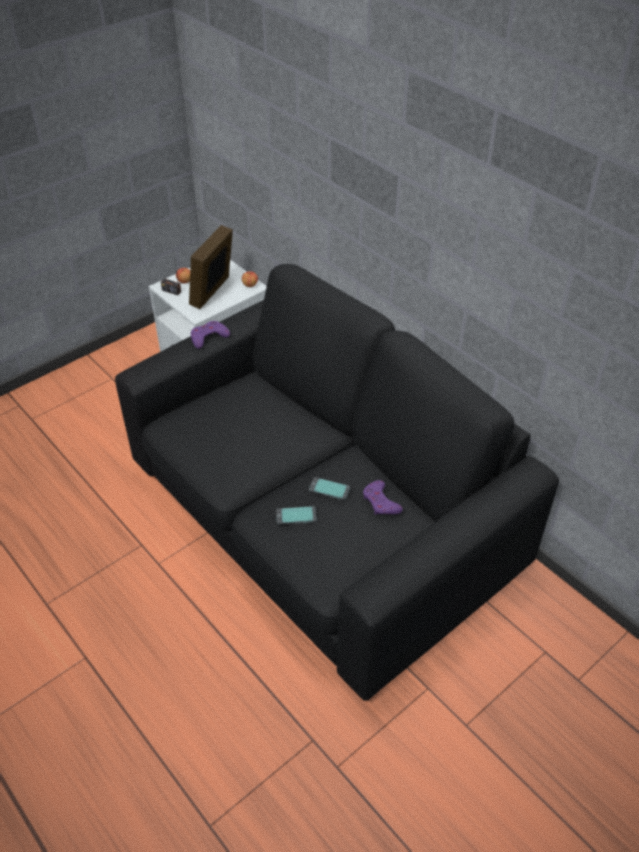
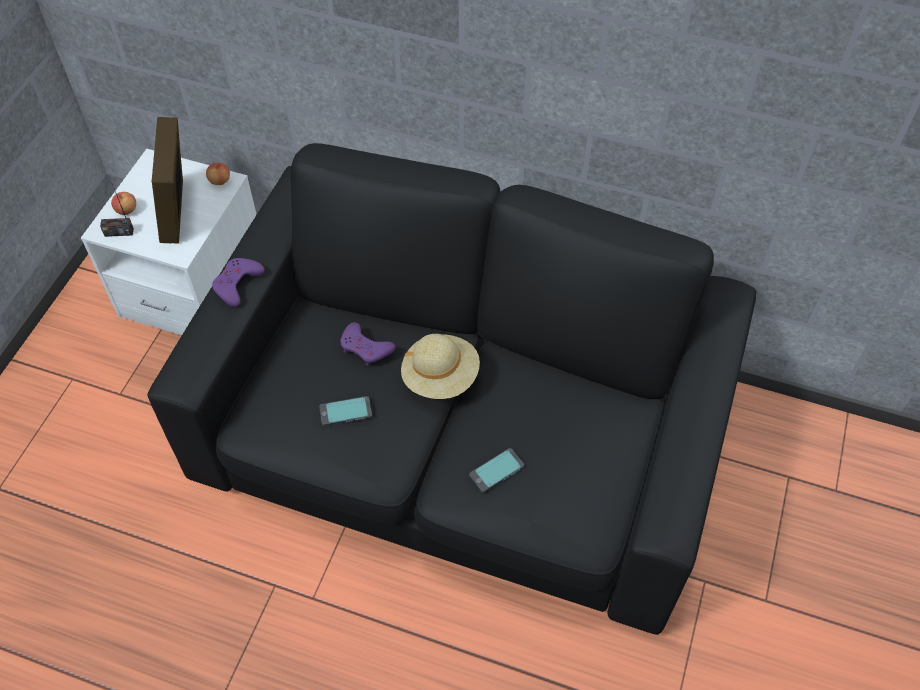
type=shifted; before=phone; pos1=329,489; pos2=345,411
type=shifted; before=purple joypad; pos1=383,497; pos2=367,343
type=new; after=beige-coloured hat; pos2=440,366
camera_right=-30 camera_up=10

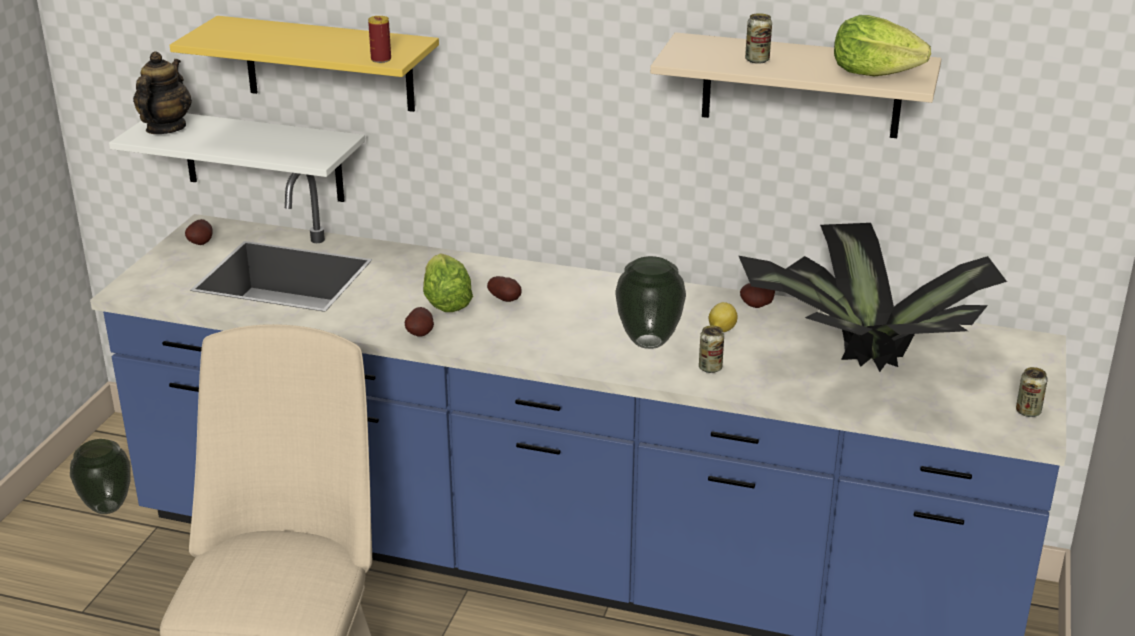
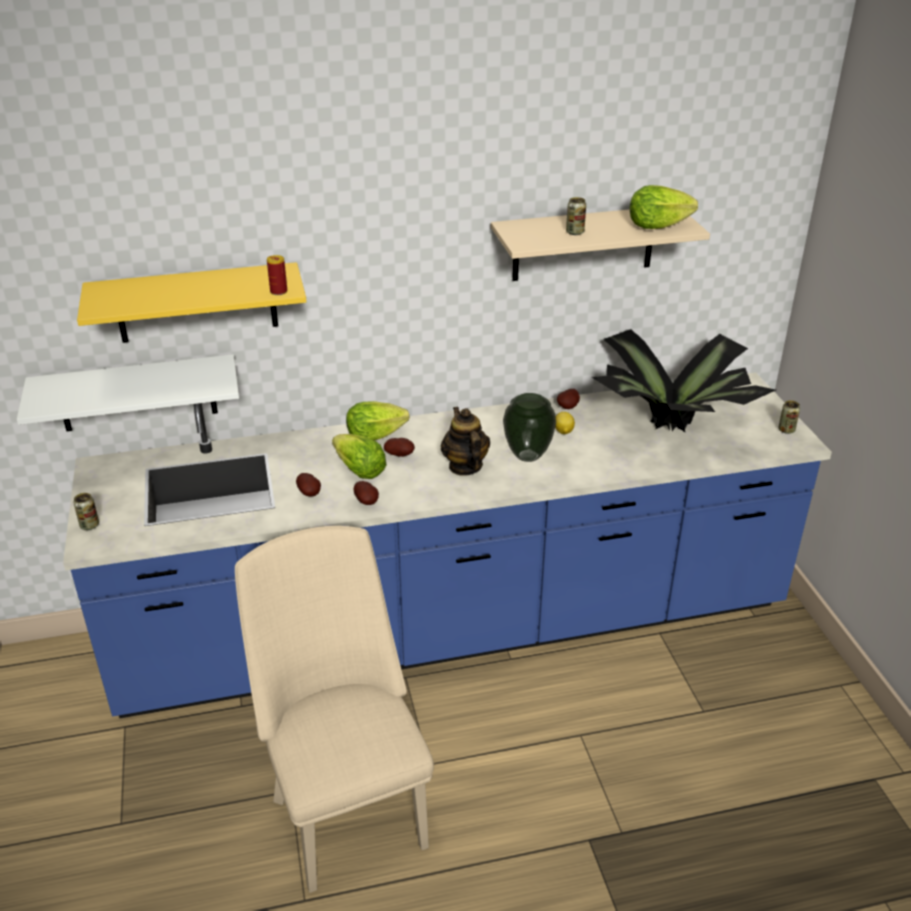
type=shifted; before=pot for tea; pos1=162,92; pos2=465,441
type=shifted; before=spud; pos1=199,232; pos2=308,484
type=shifted; before=can; pos1=711,349; pos2=86,511
type=gone; before=decorative vase; pos1=100,476
type=new; after=lettuce; pos2=377,420
camera_right=-30 camera_up=5

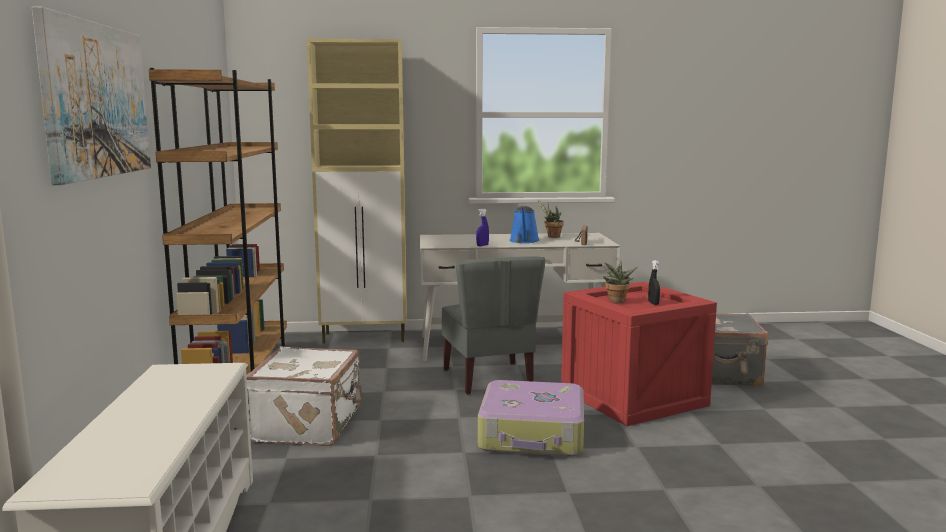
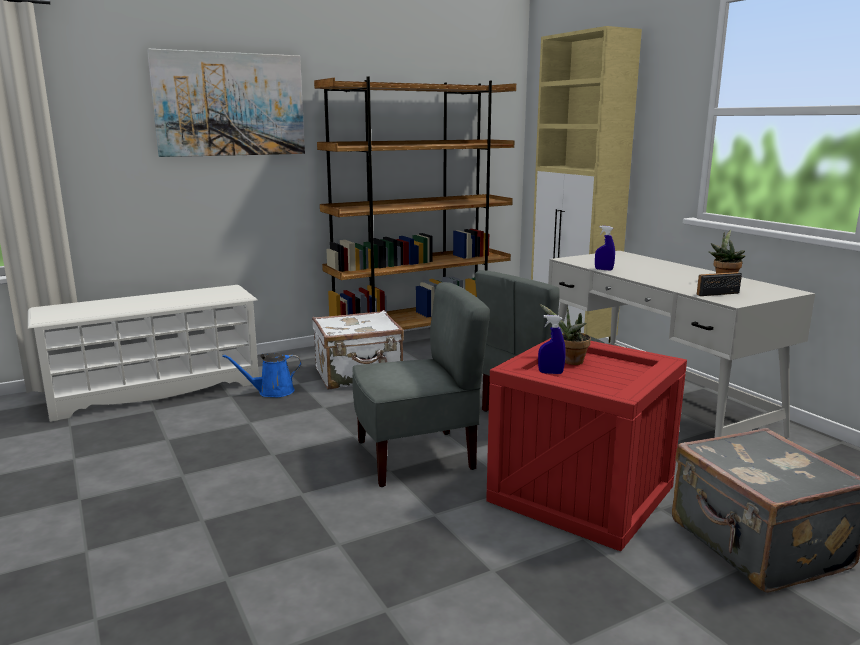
type=shifted; before=blue watering can; pos1=524,224; pos2=261,375
type=gone; before=black sprayer; pos1=654,282
type=swapped; before=piece of luggage; after=gray plain chair; pos1=531,418; pos2=421,384
type=new; after=blue sprayer; pos2=552,344
camera_right=65 camera_up=5

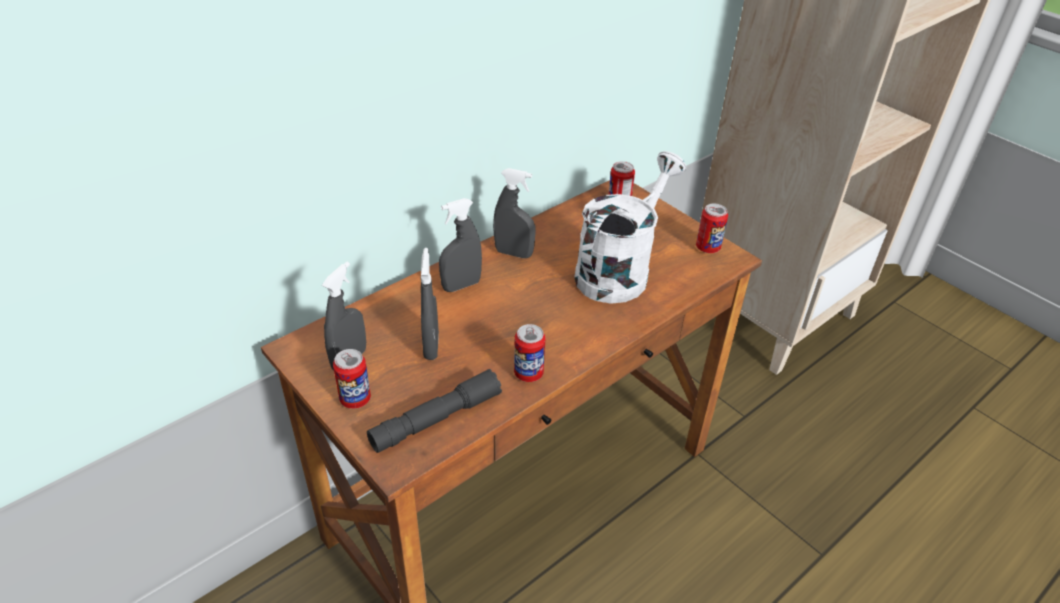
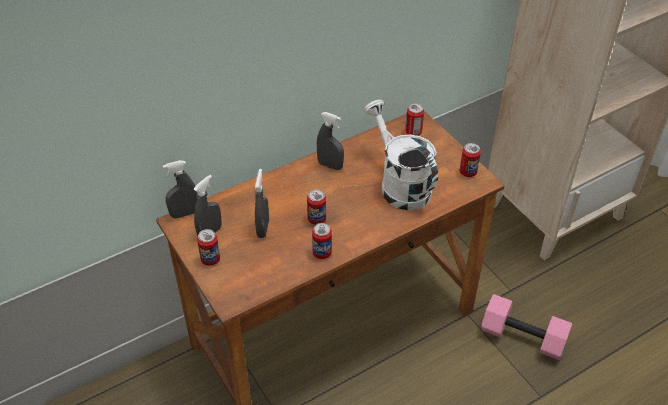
type=rotated; before=whitish watering can; pos1=630,227; pos2=401,155; turn=-75
type=shifted; before=gray sprayer; pos1=460,245; pos2=180,189
type=gone; before=gray hand torch; pos1=434,411
type=new; after=can; pos2=316,207
type=new; after=pink-coloured dumbbell; pos2=526,327
camera_right=10 camera_up=5

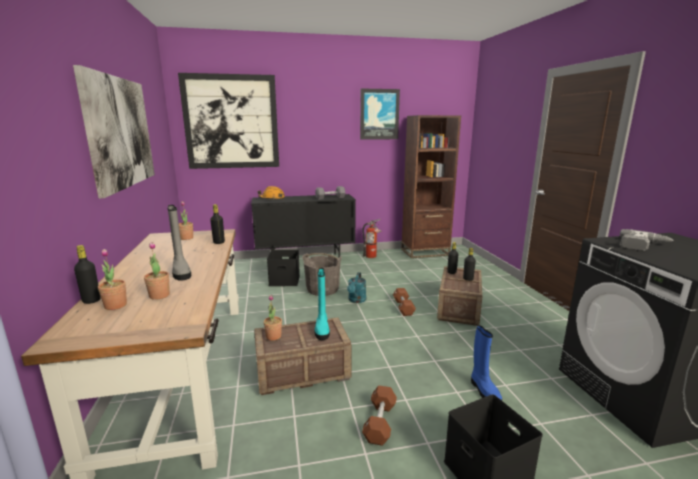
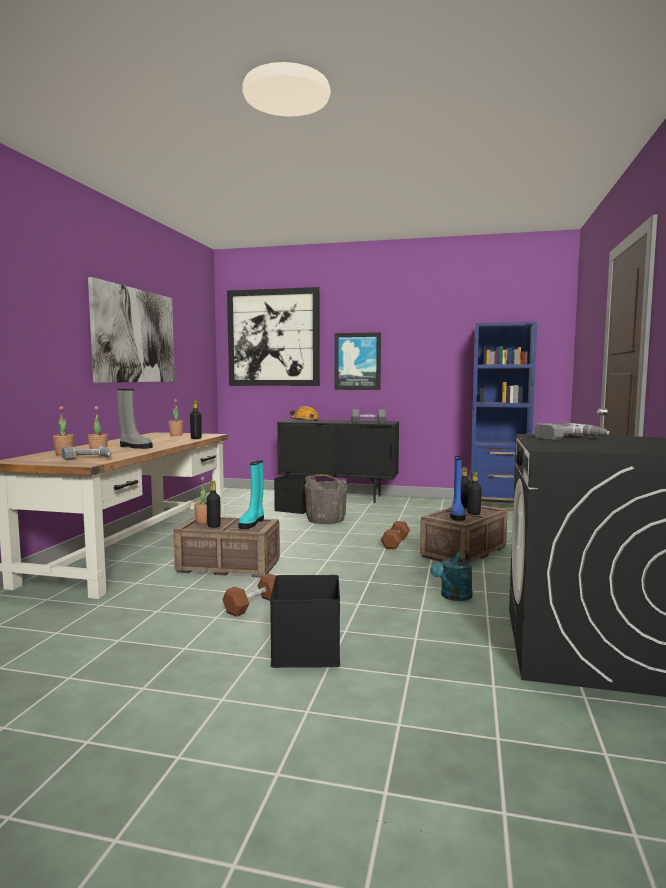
type=shifted; before=wall picture; pos1=380,114; pos2=358,361
type=repainted; before=brownish shelving unit; after=blue shelving unit; pos1=431,186; pos2=503,416
type=rotated; before=gray boot; pos1=179,243; pos2=135,419; turn=-60
type=gone; before=extinguisher; pos1=372,238
type=shifted; before=black beverage bottle; pos1=87,274; pos2=213,504
type=shifted; before=blue-green watering can; pos1=356,287; pos2=451,575
type=shifted; before=blue boot; pos1=486,362; pos2=458,488
type=new; after=electric drill; pos2=87,453
camera_right=25 camera_up=-10

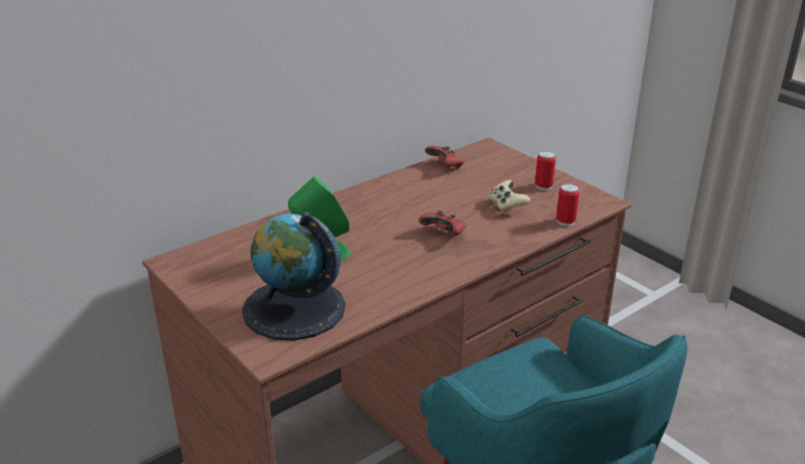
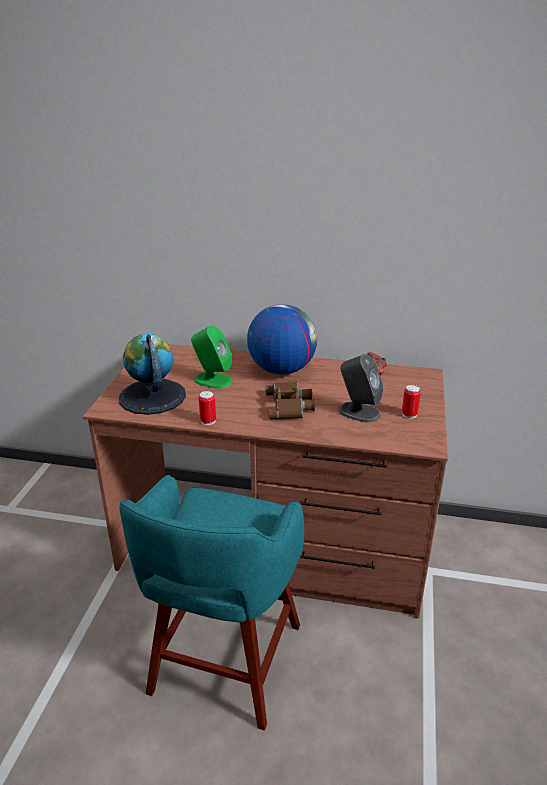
type=swapped; before=beige-coloured joypad; after=gray loudspeaker; pos1=509,197; pos2=360,388
type=shifted; before=can; pos1=567,205; pos2=207,408
type=swapped; before=reddish joypad; after=brownish binoculars; pos1=442,223; pos2=290,401
type=new; after=globe; pos2=282,339
camera_right=50 camera_up=0

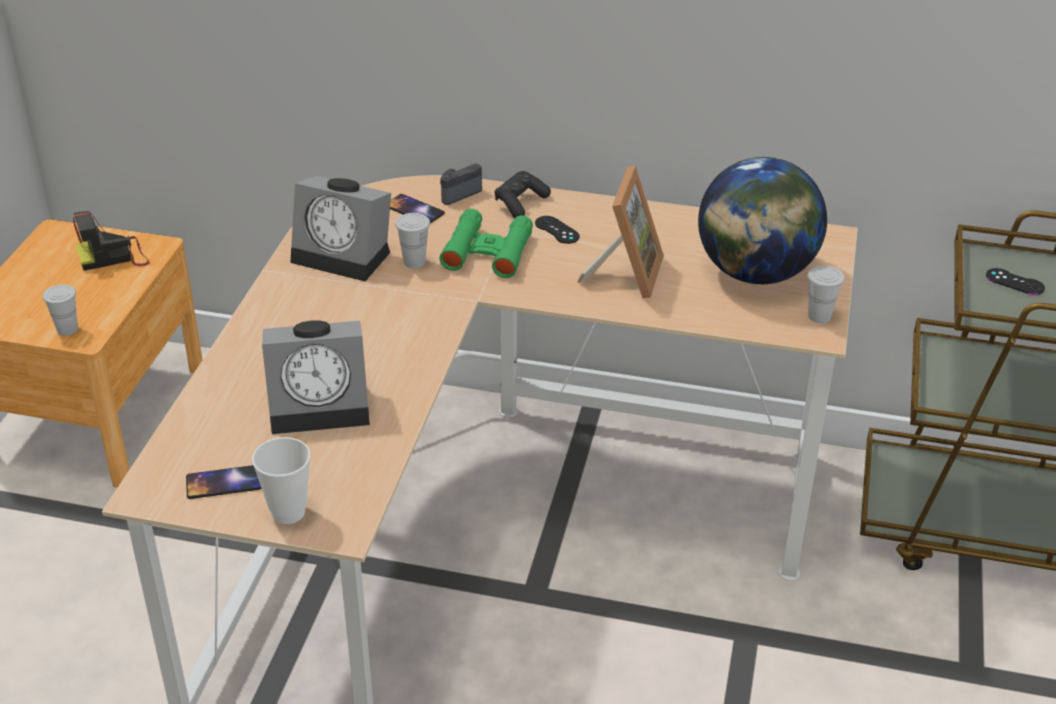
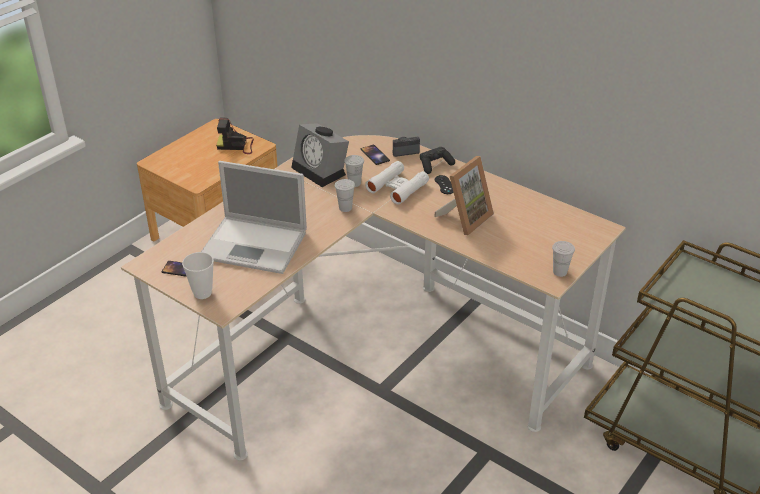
type=gone; before=globe; pos1=762,220
type=repainted; before=greenish binoculars; after=whitish binoculars; pos1=486,243; pos2=397,183
type=gone; before=black joypad; pos1=1015,281
type=shifted; before=whitish small cup; pos1=60,310; pos2=345,195
type=swapped; before=alarm clock; after=notebook computer; pos1=316,377; pos2=254,217
camera_right=25 camera_up=0

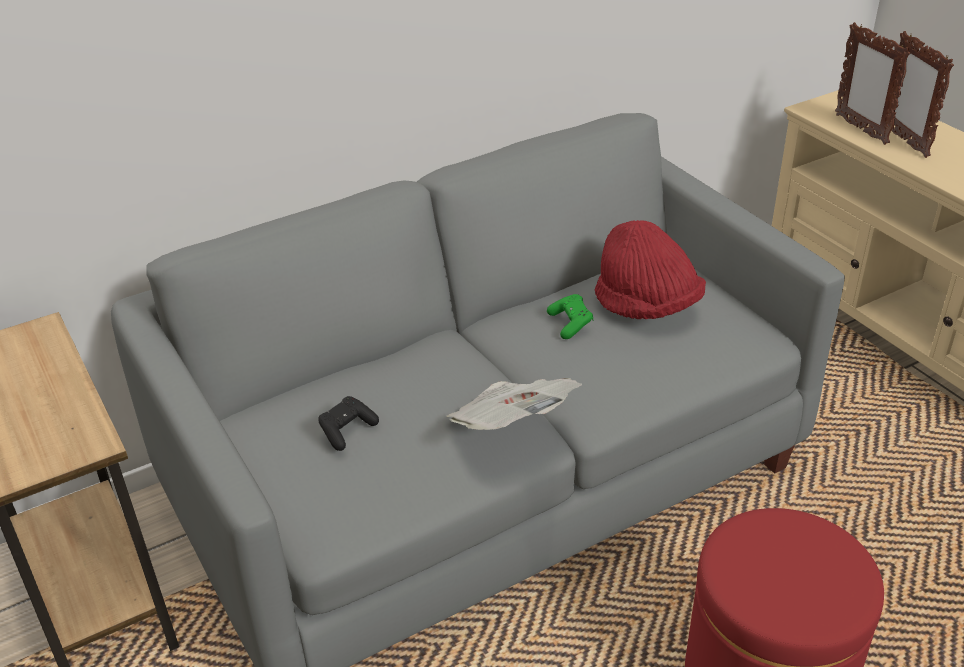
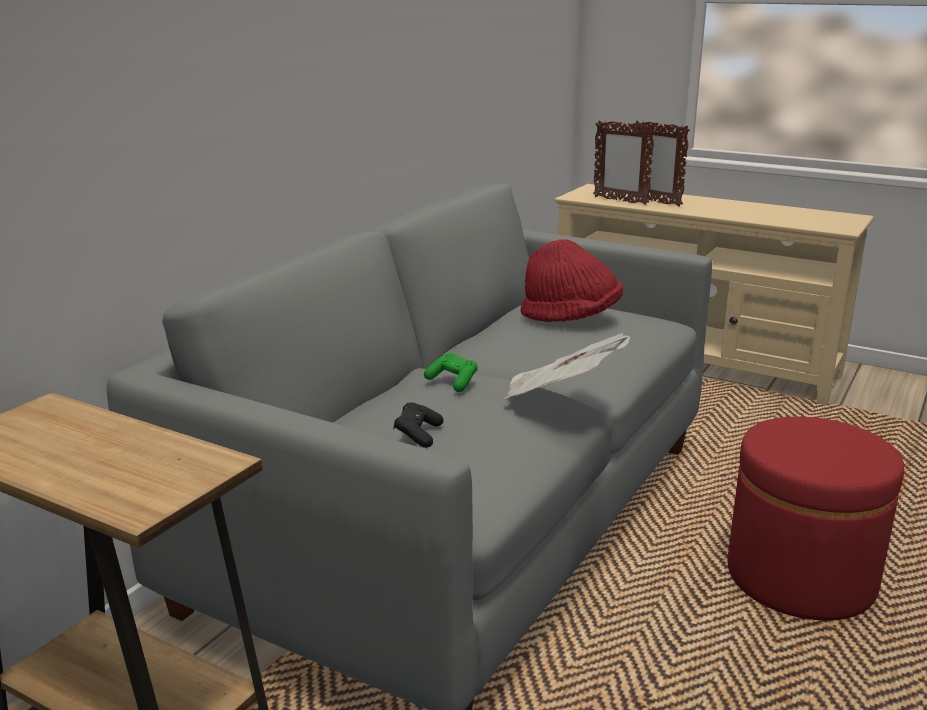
type=shifted; before=greenish joypad; pos1=570,316; pos2=451,372
camera_right=-30 camera_up=-15

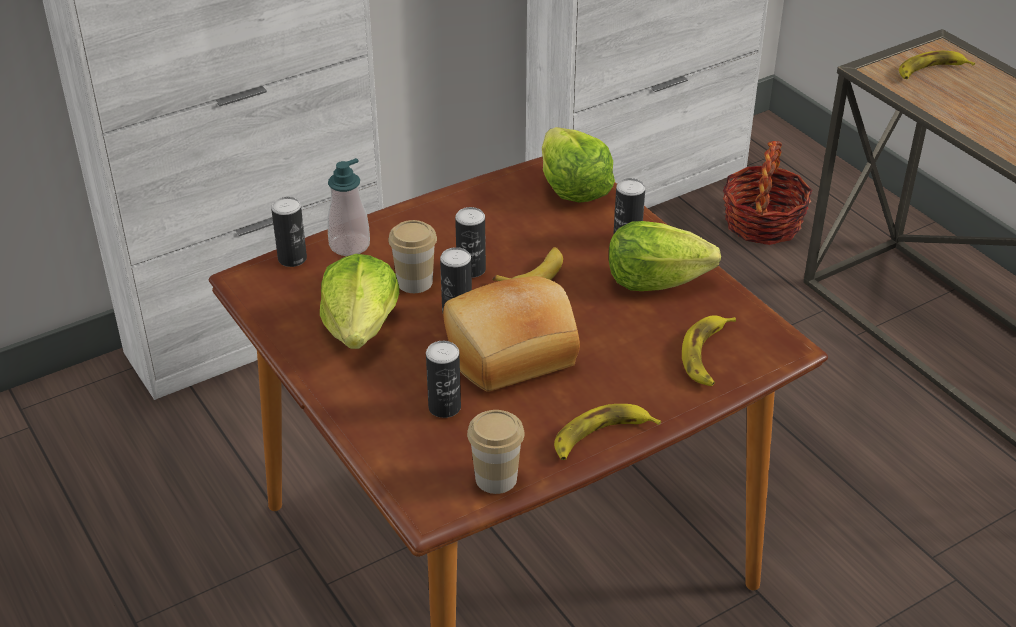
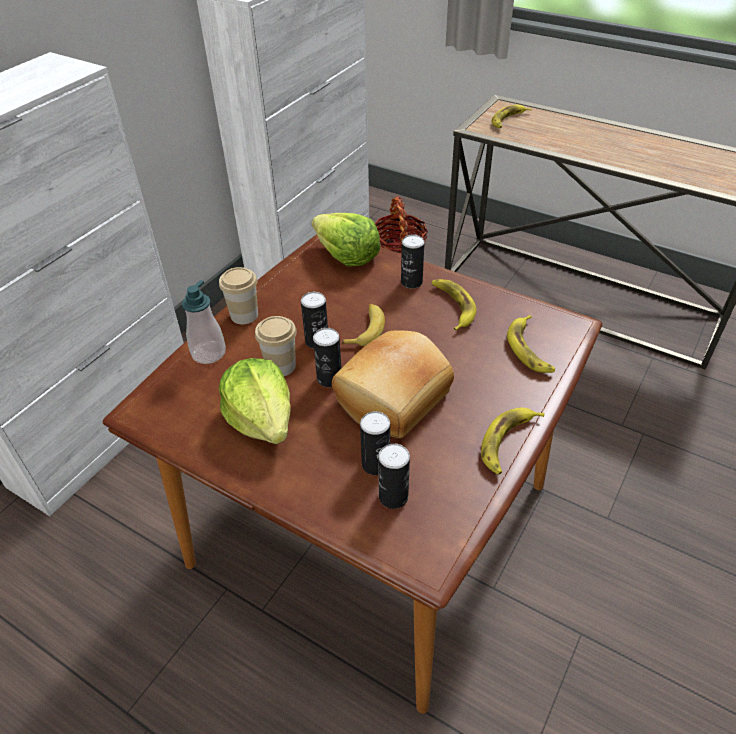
type=shifted; before=can; pos1=289,232; pos2=394,476
type=swapped; before=lettuce; after=banana; pos1=665,256; pos2=454,304
type=shifted; before=small cup; pos1=496,452; pos2=238,295
camera_right=-25 camera_up=5

